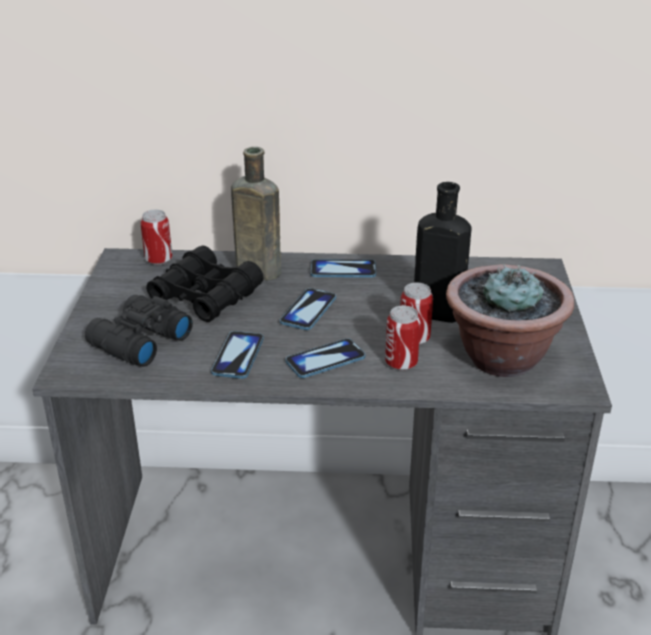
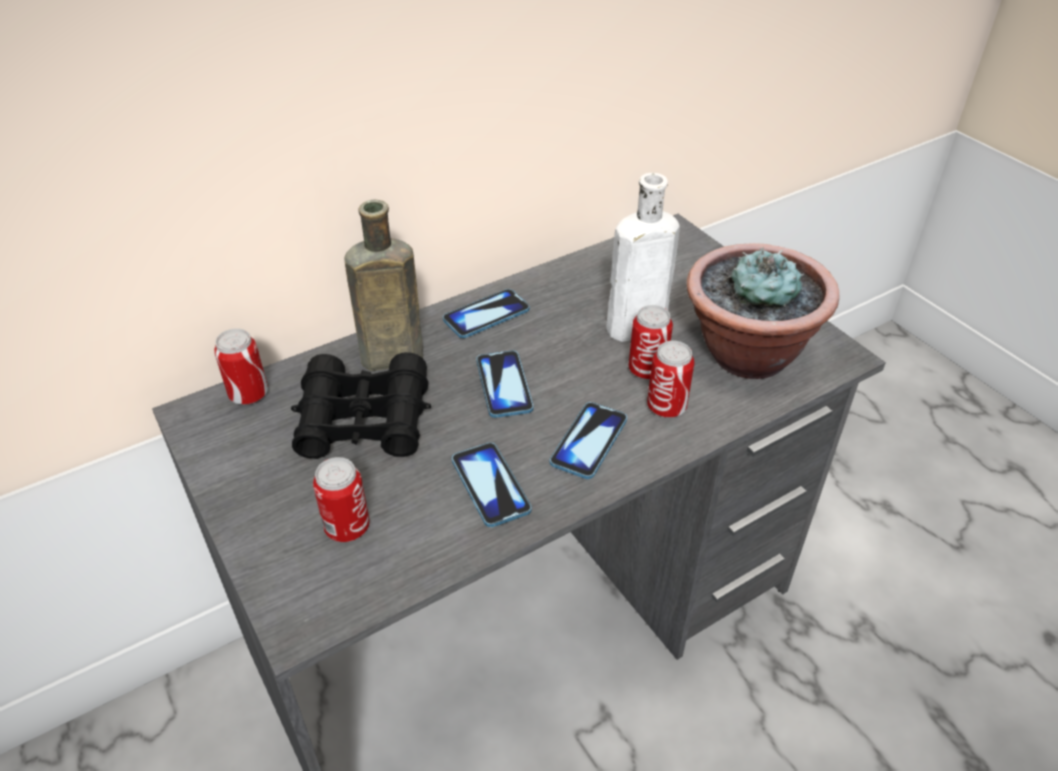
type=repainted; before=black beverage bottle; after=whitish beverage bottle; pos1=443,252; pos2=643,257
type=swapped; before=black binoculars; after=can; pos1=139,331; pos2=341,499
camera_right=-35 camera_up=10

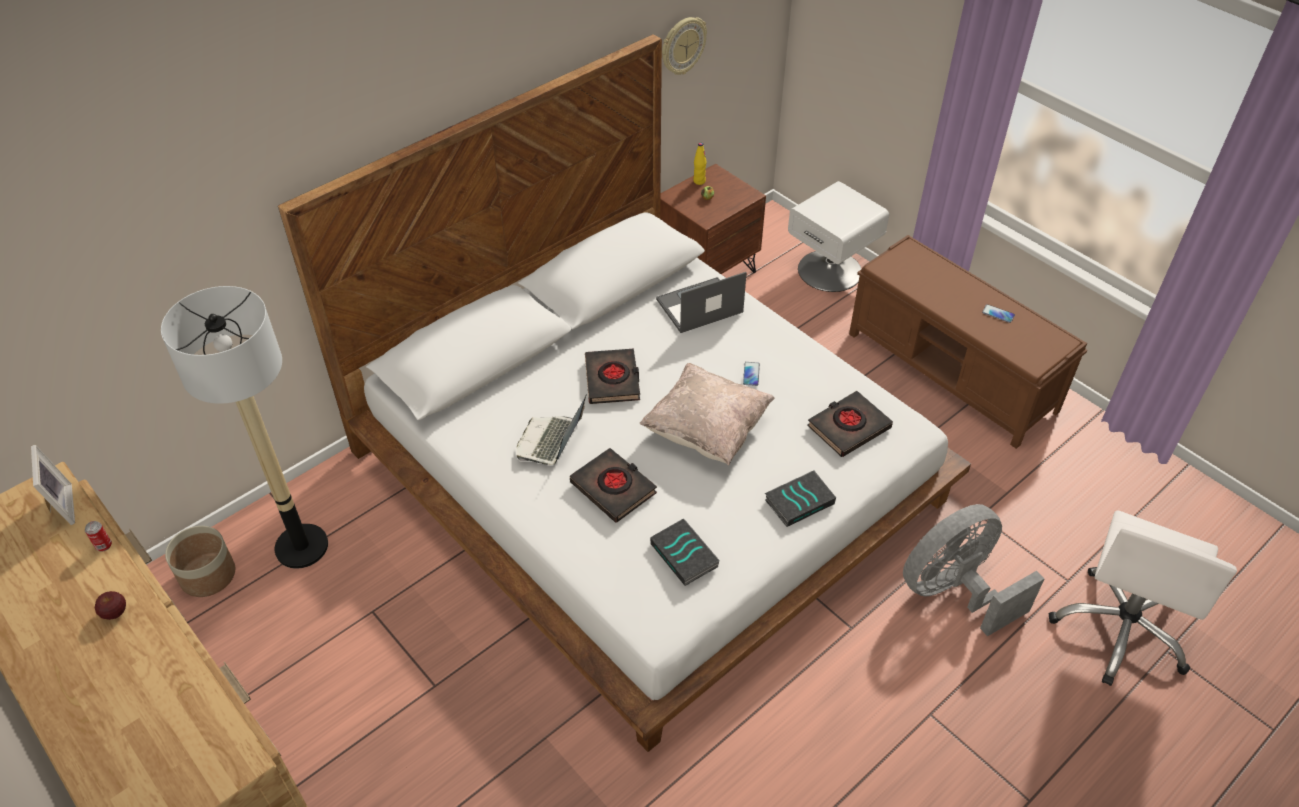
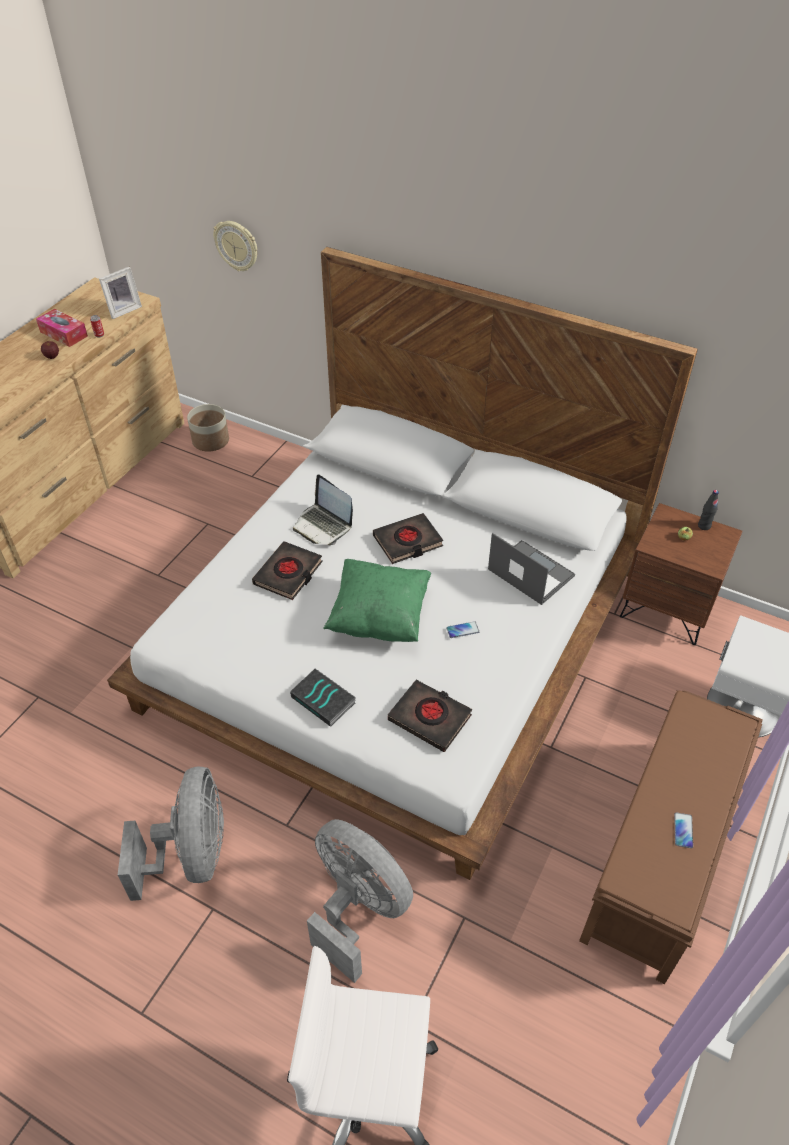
type=shifted; before=wall clock; pos1=684,46; pos2=235,246
type=repainted; before=yellow-coloured beverage bottle; after=black beverage bottle; pos1=700,163; pos2=708,510
type=gone; before=standing lamp; pos1=244,427
type=repainted; before=beige-coloured pillow; after=greenish pillow; pos1=707,414; pos2=377,600
type=rotated; before=notebook computer; pos1=551,430; pos2=323,509; turn=-135
type=gone; before=volume; pos1=685,552
type=new; after=tissue holder; pos2=62,328
type=new; after=gray electric fan; pos2=171,833
camera_right=70 camera_up=0

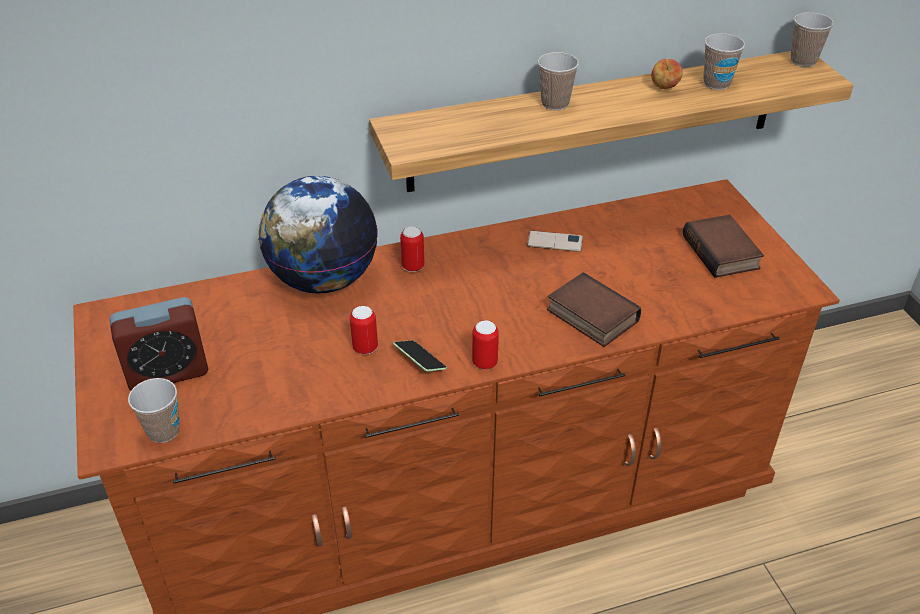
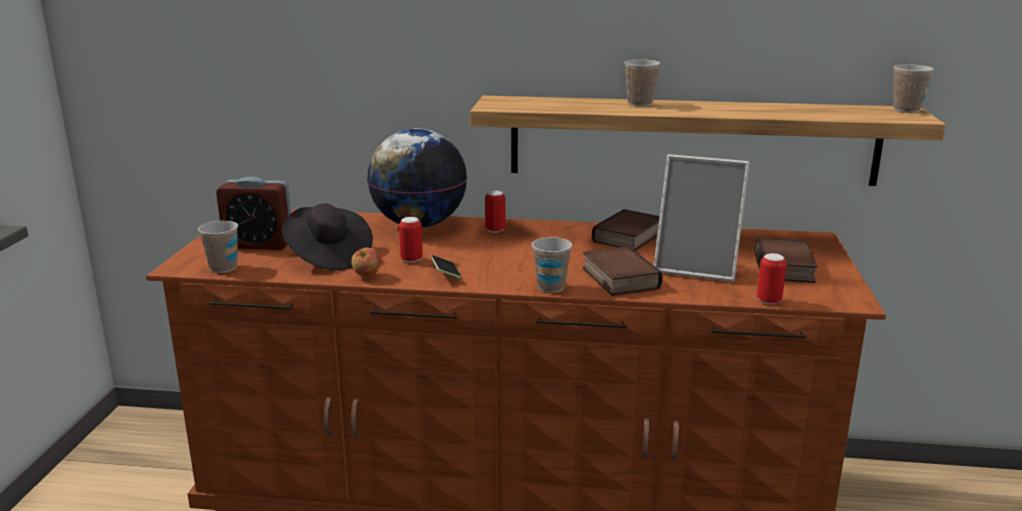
type=shifted; before=small cup; pos1=724,61; pos2=552,265
type=shifted; before=apple; pos1=666,74; pos2=366,261
type=swapped; before=phone; after=volume; pos1=555,241; pos2=626,230
type=shifted; before=can; pos1=485,345; pos2=772,278
type=new; after=standing frame; pos2=701,218
type=new; after=black hat; pos2=327,237
camera_right=25 camera_up=-20

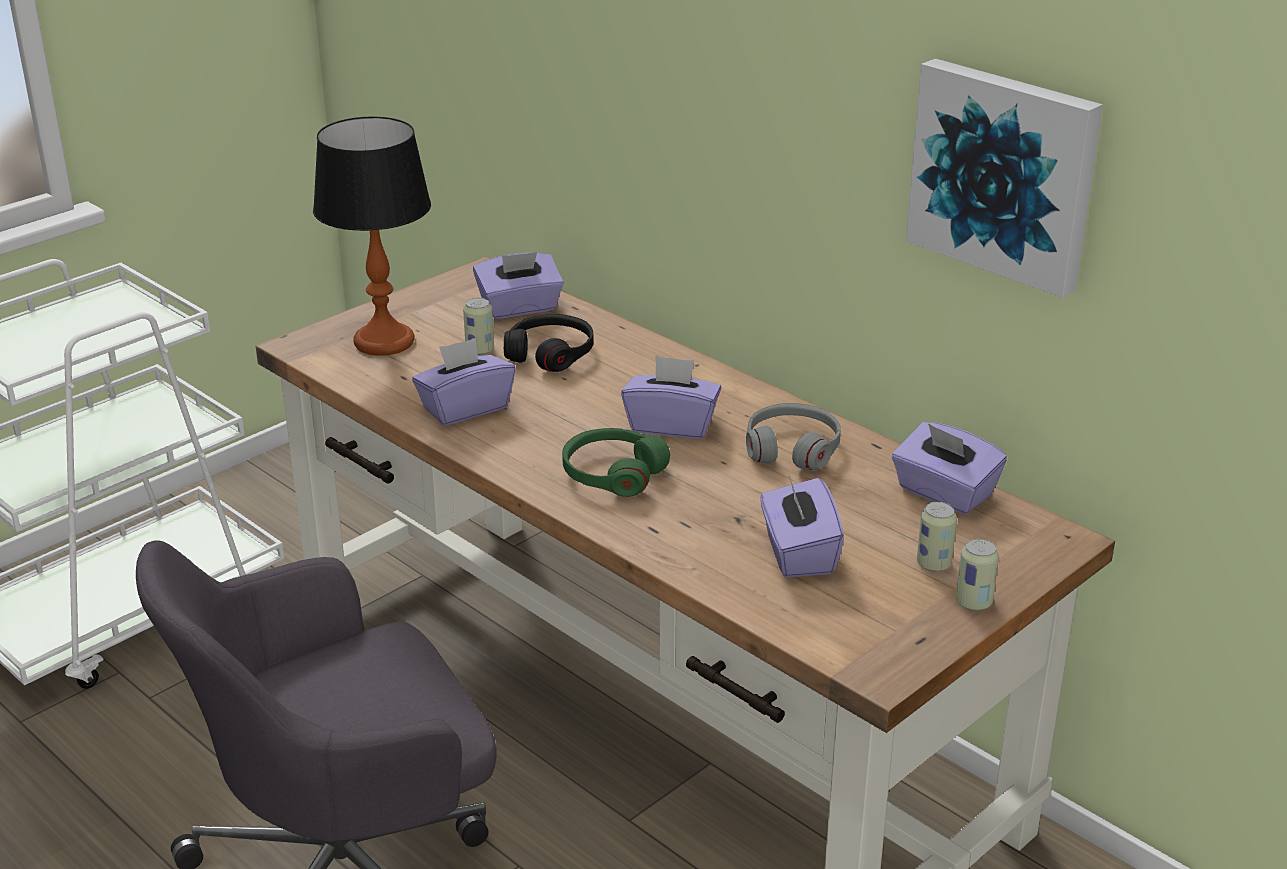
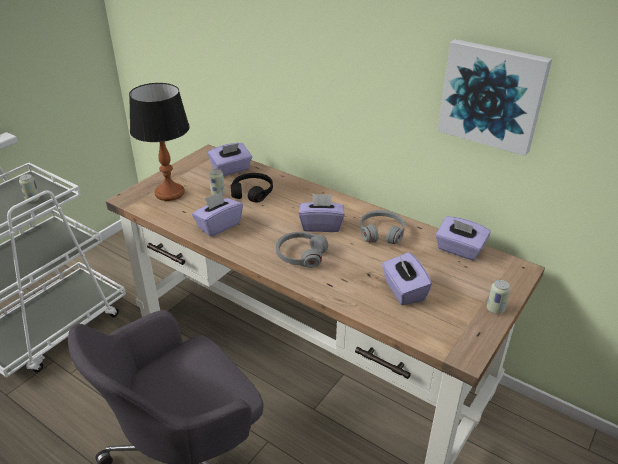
type=repainted; before=greenish headphones; after=gray headphones; pos1=616,462; pos2=302,250
type=shifted; before=can; pos1=937,537; pos2=29,188
camera_right=-10 camera_up=5

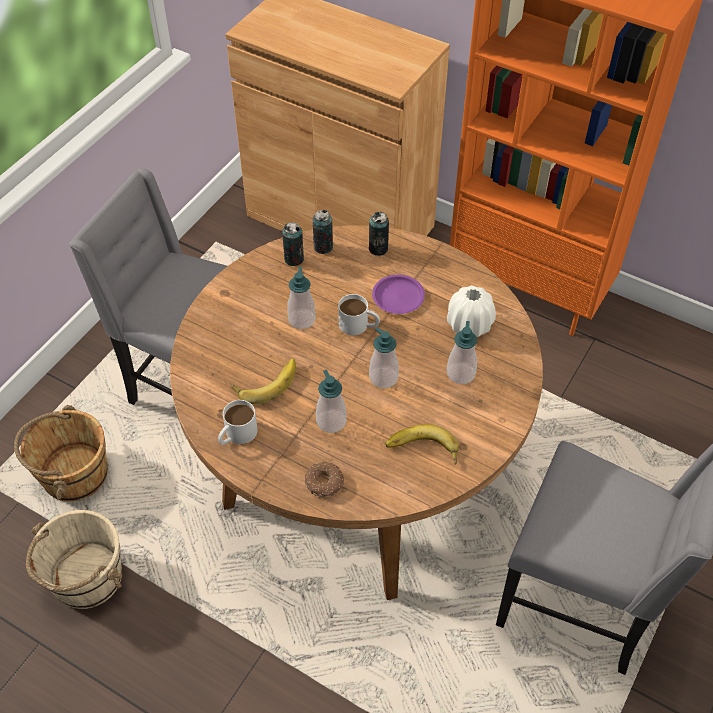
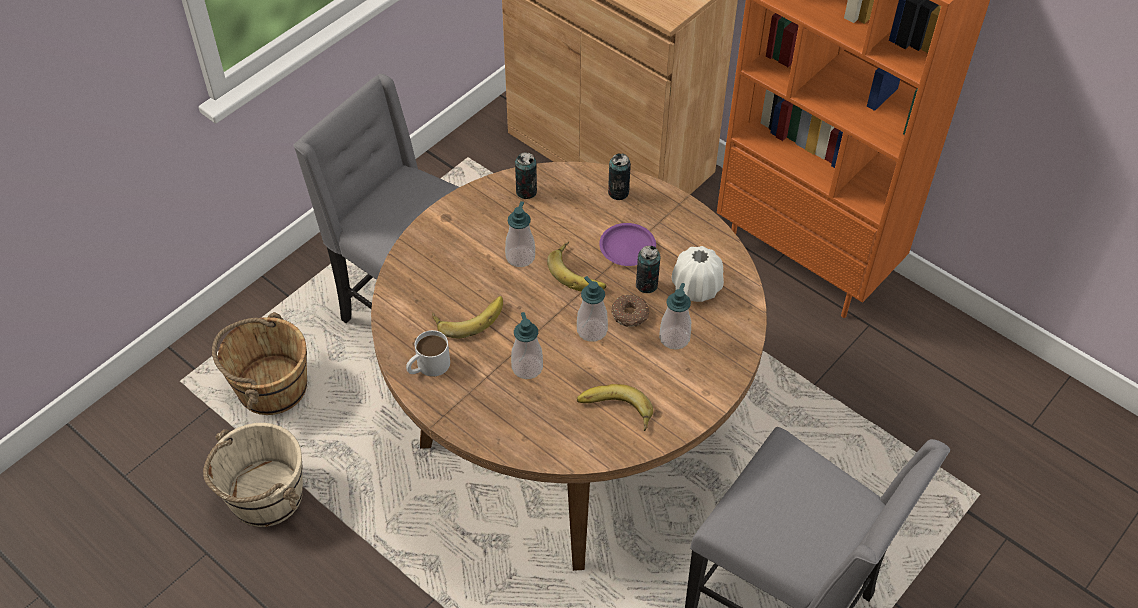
type=shifted; before=can; pos1=323,232; pos2=648,269
type=swapped; before=whitish coffee mug; after=banana; pos1=359,314; pos2=576,267
type=shifted; before=donut; pos1=324,480; pos2=630,310
camera_right=10 camera_up=0

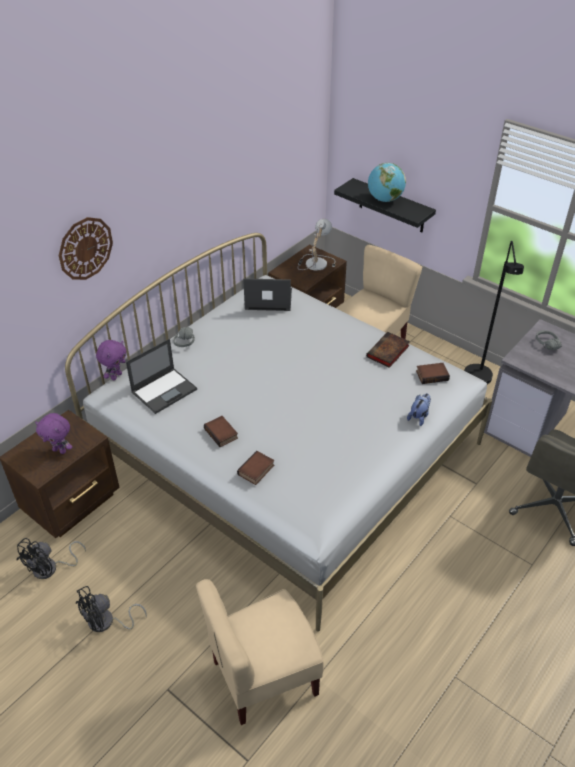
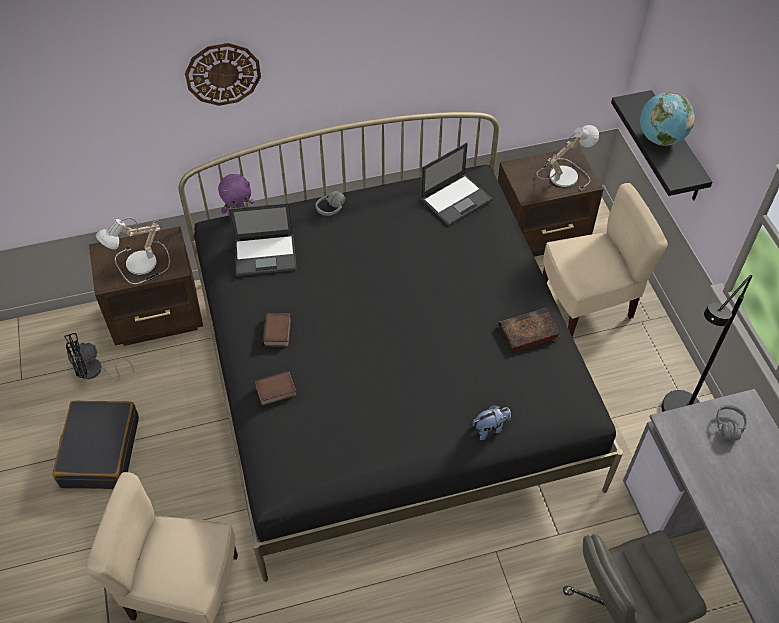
type=repainted; before=whitish bedroom bed; after=black bedroom bed; pos1=278,432; pos2=401,347
type=rotated; before=notebook computer; pos1=267,294; pos2=456,184; turn=105
type=gone; before=volume; pos1=433,373
type=swapped; before=purple plush toy; after=lamp for a table; pos1=53,433; pos2=133,251
type=swapped; before=black electric fan; after=black piece of luggage; pos1=111,609; pos2=96,445
camera_right=35 camera_up=10

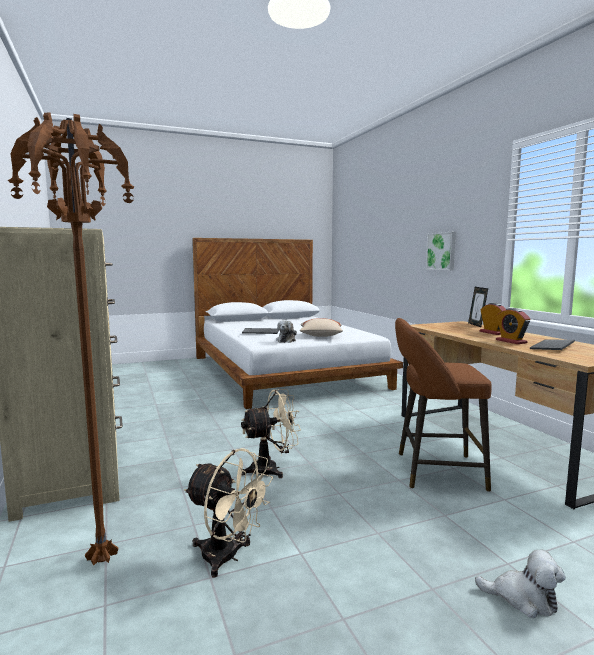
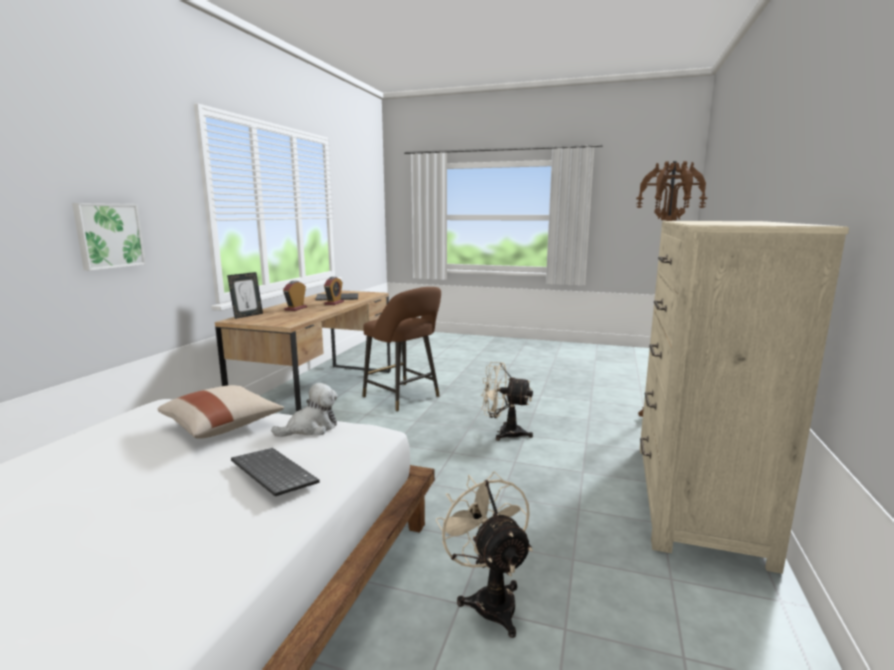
type=shifted; before=beige-coloured electric fan; pos1=228,513; pos2=484,554
type=gone; before=plush toy; pos1=520,583
camera_right=-140 camera_up=5

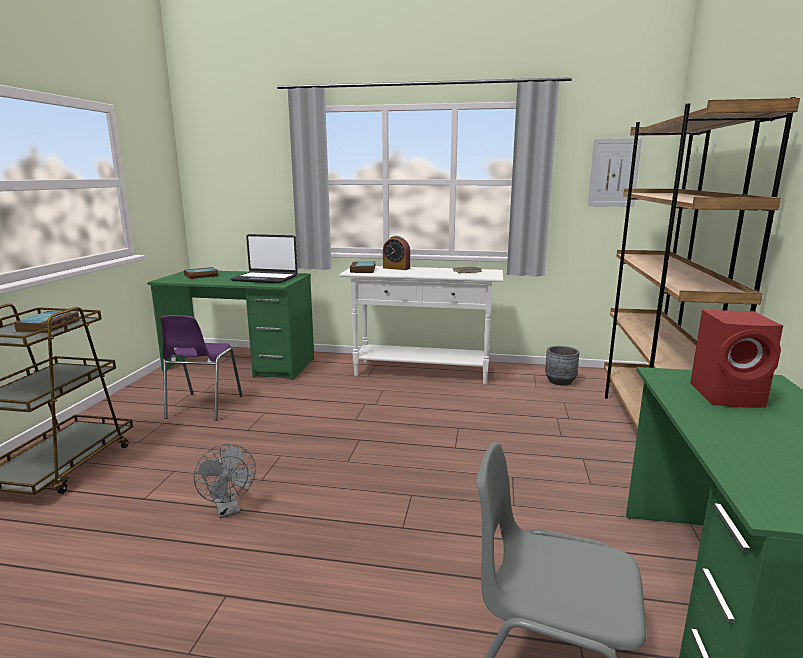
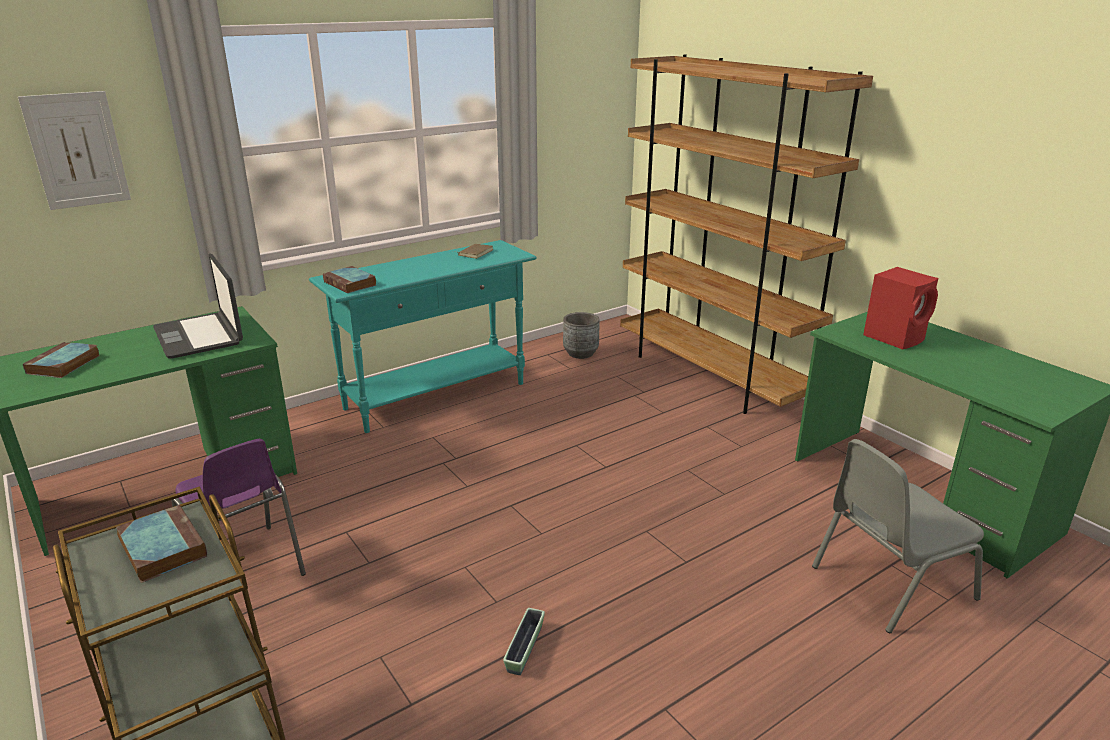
type=shifted; before=wall picture; pos1=615,172; pos2=74,150
type=rotated; before=notebook computer; pos1=264,259; pos2=198,306; turn=90
type=gone; before=alarm clock; pos1=396,253
type=repainted; before=whitish narrow table; after=blue-green narrow table; pos1=421,325; pos2=423,336
type=swapped; before=gray electric fan; after=planter; pos1=225,481; pos2=524,641
camera_right=-45 camera_up=10

